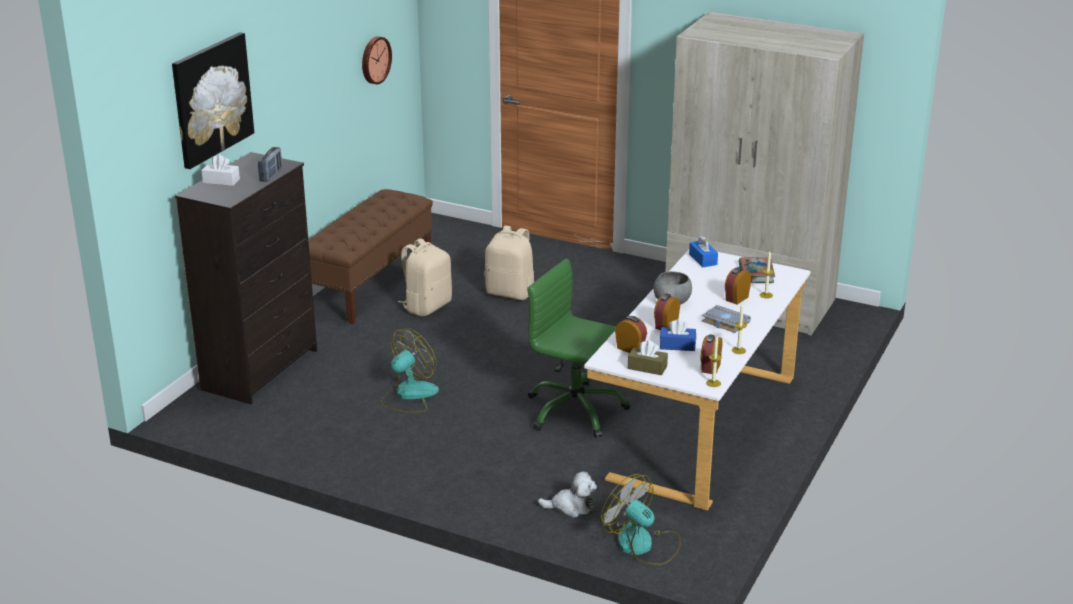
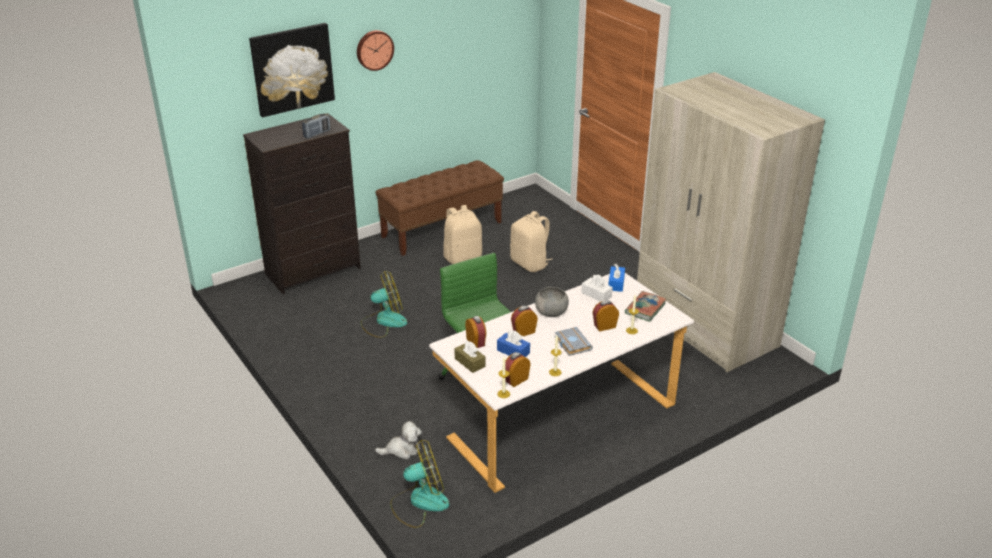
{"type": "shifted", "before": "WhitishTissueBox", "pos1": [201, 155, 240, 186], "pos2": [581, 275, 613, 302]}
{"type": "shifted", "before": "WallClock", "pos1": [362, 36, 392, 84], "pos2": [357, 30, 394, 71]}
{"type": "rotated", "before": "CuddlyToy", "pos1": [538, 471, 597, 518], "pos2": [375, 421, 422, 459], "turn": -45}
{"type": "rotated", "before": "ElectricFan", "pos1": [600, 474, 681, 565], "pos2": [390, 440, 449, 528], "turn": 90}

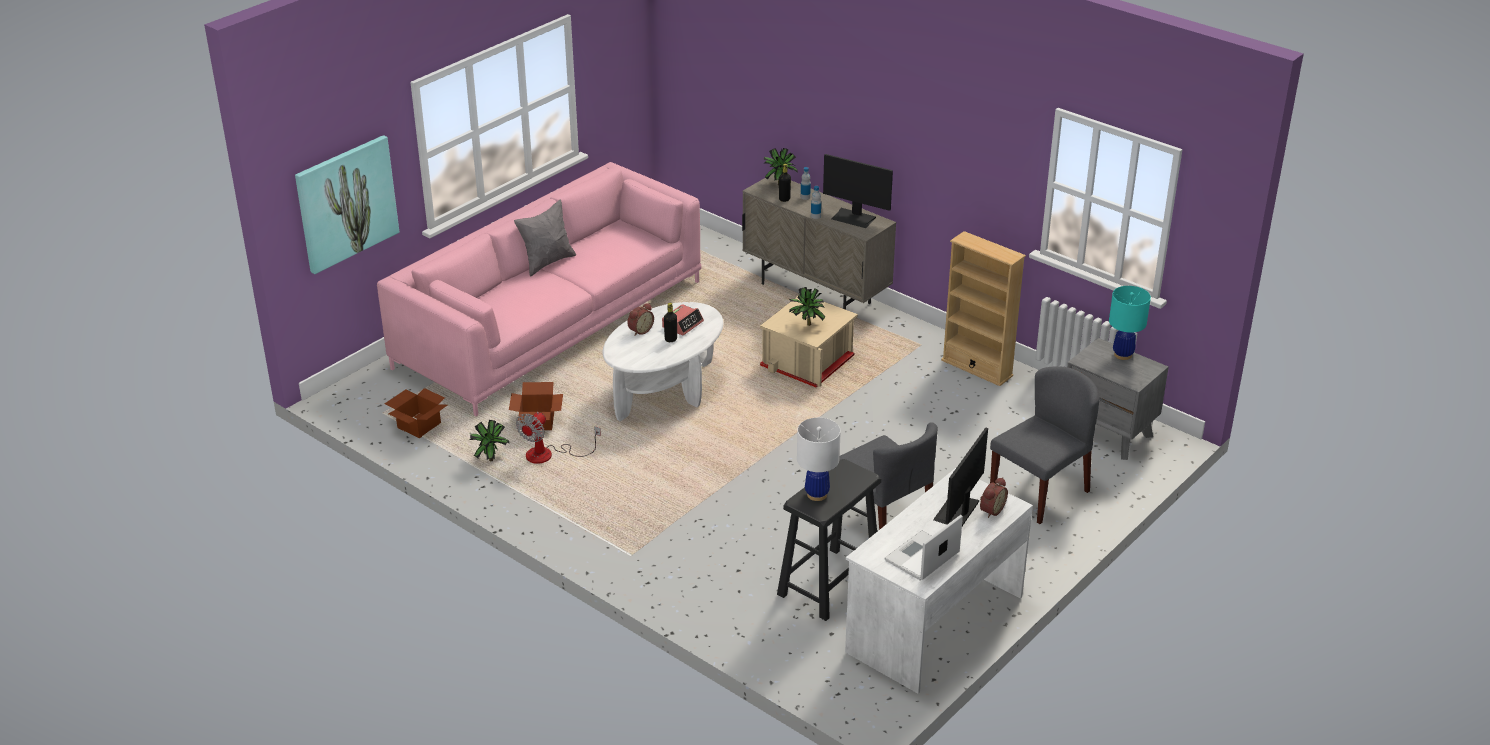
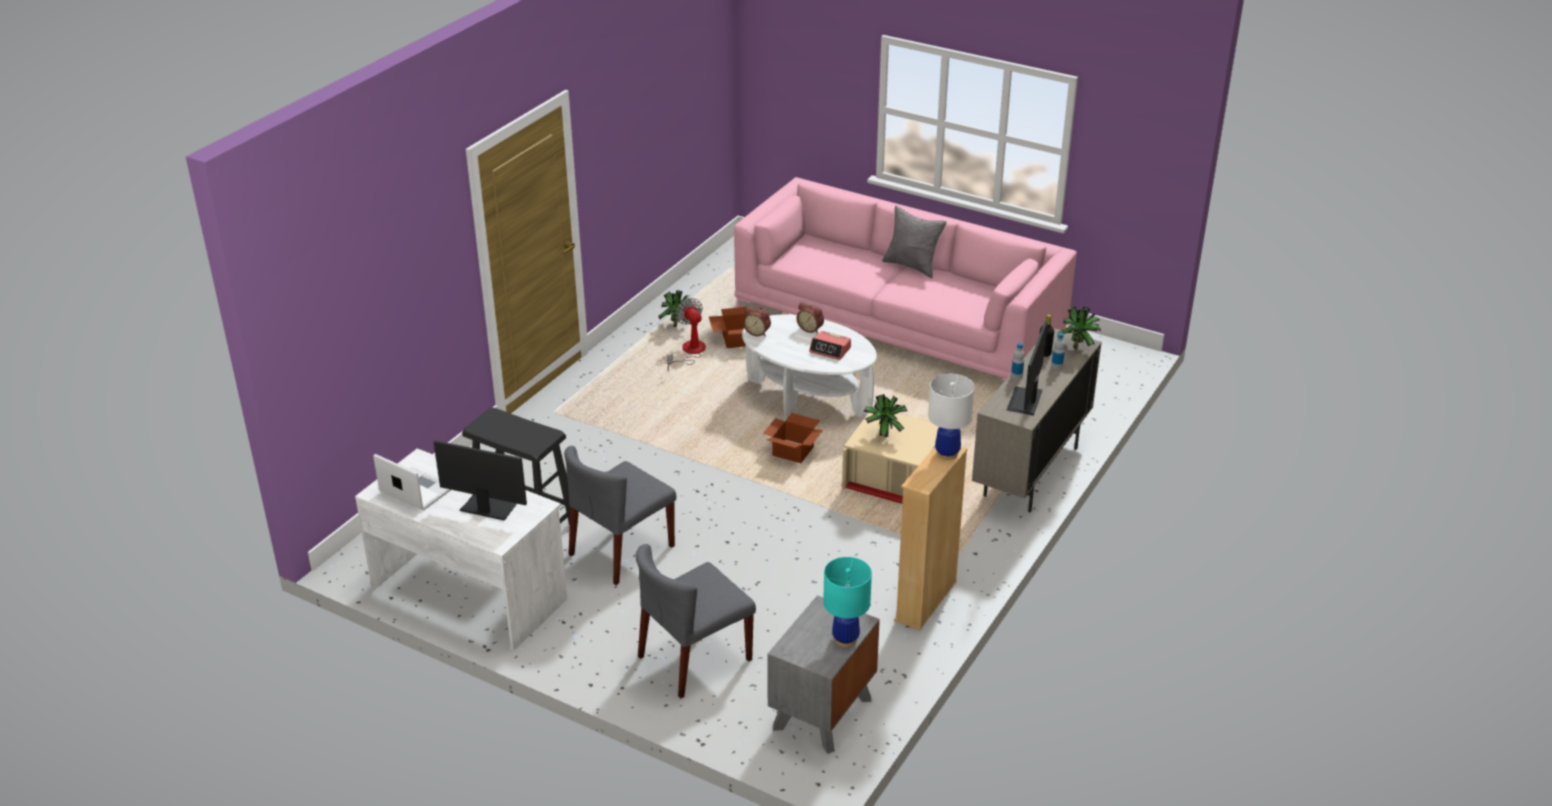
{"type": "gone", "before": "Picture", "pos1": [295, 135, 399, 274]}
{"type": "shifted", "before": "Carton", "pos1": [385, 388, 448, 438], "pos2": [763, 413, 823, 463]}
{"type": "rotated", "before": "ElectricFan", "pos1": [516, 412, 601, 464], "pos2": [667, 298, 706, 371], "turn": 45}
{"type": "gone", "before": "BlackishBottle", "pos1": [664, 303, 677, 342]}
{"type": "shifted", "before": "WhitishTabletopLamp", "pos1": [797, 417, 841, 501], "pos2": [928, 374, 975, 460]}
{"type": "shifted", "before": "TableClock", "pos1": [980, 477, 1008, 518], "pos2": [743, 307, 771, 337]}
{"type": "rotated", "before": "GreyishUprightChair", "pos1": [990, 367, 1099, 524], "pos2": [636, 544, 756, 699], "turn": 105}

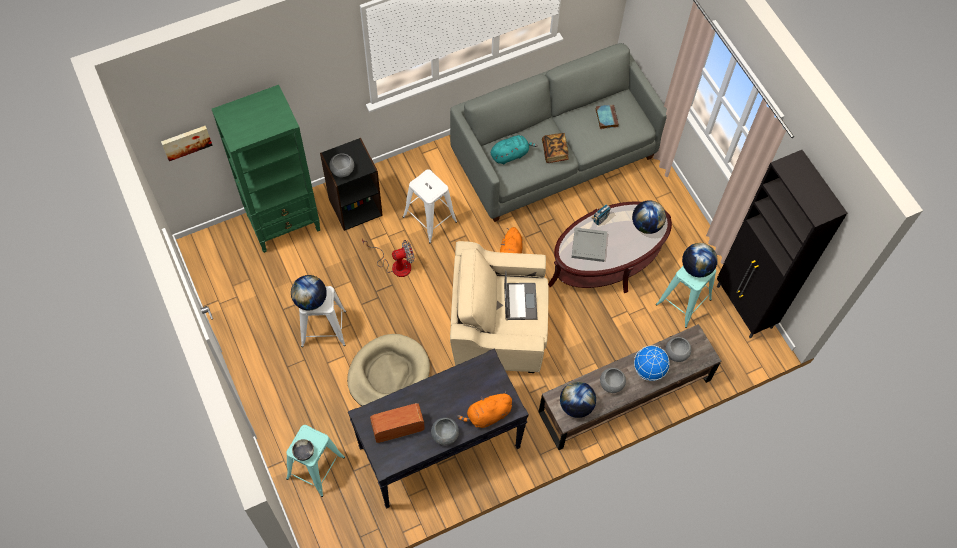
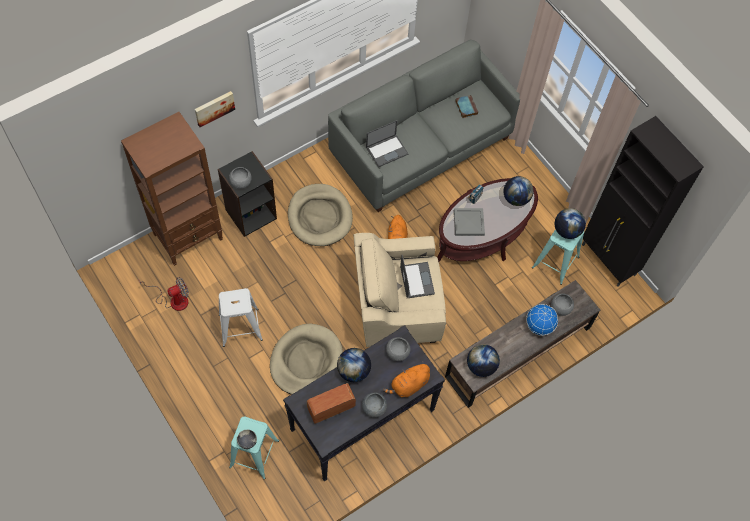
{"type": "shifted", "before": "Picture", "pos1": [161, 126, 213, 161], "pos2": [195, 91, 235, 127]}
{"type": "repainted", "before": "GreenColouredBookshelf", "after": "BrownishBookshelf", "pos1": [212, 85, 320, 253], "pos2": [121, 112, 223, 266]}
{"type": "shifted", "before": "Globe", "pos1": [291, 275, 327, 311], "pos2": [337, 348, 371, 382]}
{"type": "shifted", "before": "ElectricFan", "pos1": [362, 239, 414, 277], "pos2": [138, 277, 189, 311]}
{"type": "swapped", "before": "WhitishSittingStool", "after": "BeigeDogCushion", "pos1": [403, 169, 457, 243], "pos2": [288, 184, 353, 246]}
{"type": "swapped", "before": "BlueGreenCuddlyToy", "after": "Laptop", "pos1": [491, 135, 538, 164], "pos2": [366, 120, 408, 167]}
{"type": "gone", "before": "Volume", "pos1": [542, 133, 568, 163]}
{"type": "shifted", "before": "GreyishServingBowl", "pos1": [600, 368, 626, 393], "pos2": [386, 337, 410, 361]}

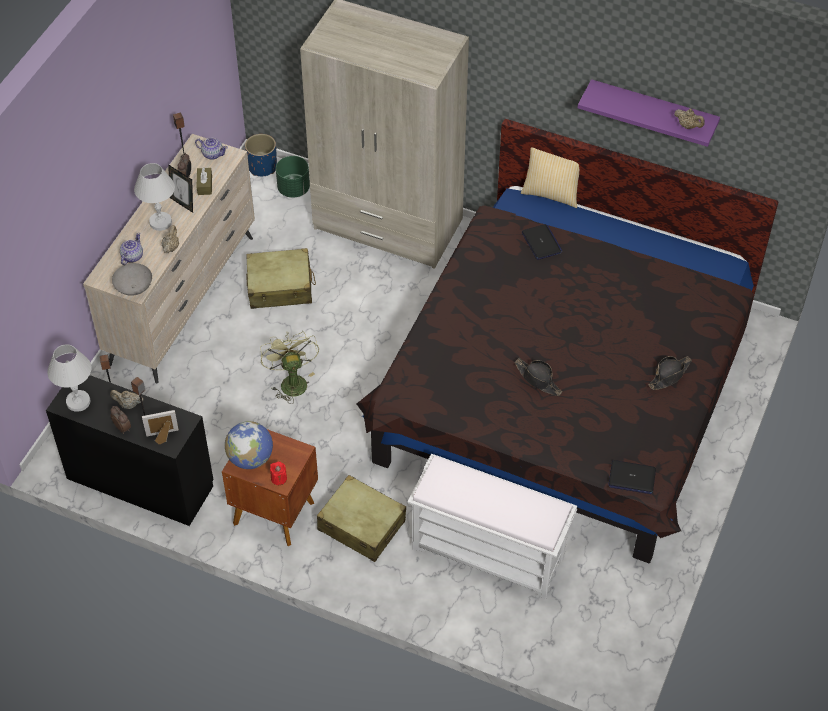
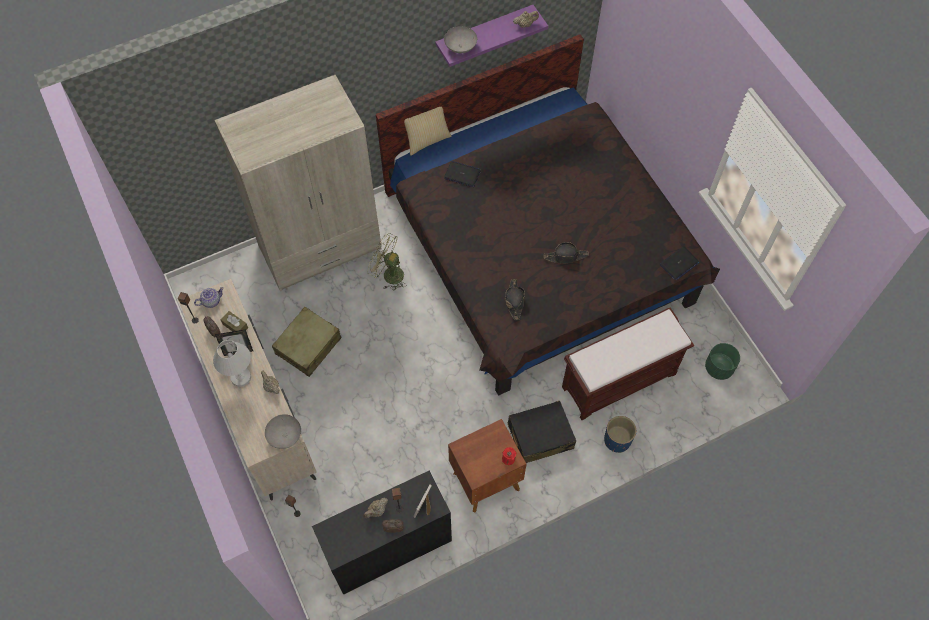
{"type": "gone", "before": "WhitishTabletopLamp", "pos1": [48, 344, 92, 412]}
{"type": "gone", "before": "TeaPot", "pos1": [120, 233, 143, 265]}
{"type": "gone", "before": "Globe", "pos1": [225, 421, 273, 469]}
{"type": "shifted", "before": "BlueColouredFlowerPot", "pos1": [245, 134, 277, 176], "pos2": [604, 416, 636, 453]}
{"type": "shifted", "before": "GreenColouredElectricFan", "pos1": [260, 331, 319, 404], "pos2": [368, 233, 406, 291]}
{"type": "shifted", "before": "GreenColouredFlowerPot", "pos1": [276, 156, 310, 198], "pos2": [705, 343, 740, 380]}
{"type": "repainted", "before": "BeigeSuitcase", "after": "BlackishSuitcase", "pos1": [317, 475, 406, 562], "pos2": [508, 401, 576, 463]}
{"type": "repainted", "before": "WhitishLongSeat", "after": "BrownishLongSeat", "pos1": [408, 454, 577, 599], "pos2": [562, 307, 694, 420]}
{"type": "shifted", "before": "BlackishClothingHat", "pos1": [649, 356, 692, 390], "pos2": [505, 279, 525, 320]}
{"type": "new", "after": "GreyishServingBowl", "pos2": [444, 26, 477, 53]}

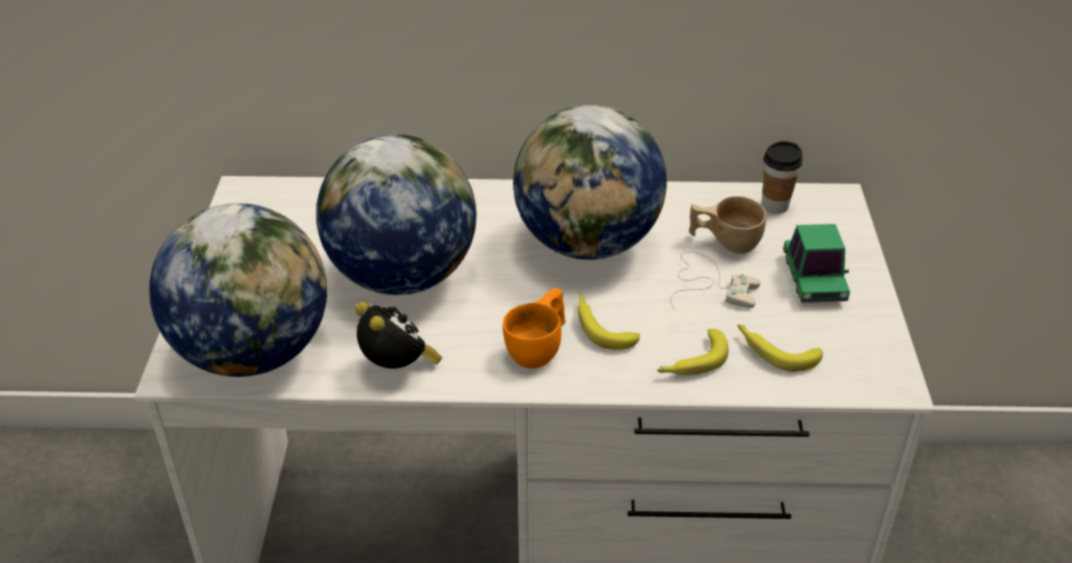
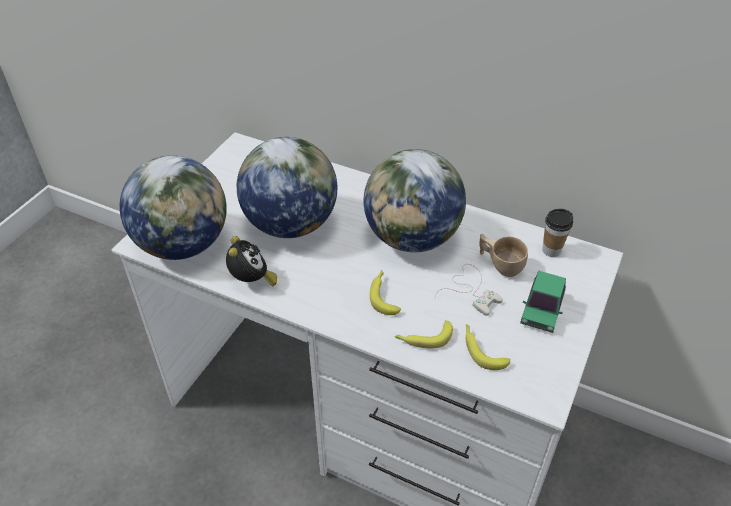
{"type": "gone", "before": "OrangeyDrinkingCup", "pos1": [503, 288, 565, 369]}

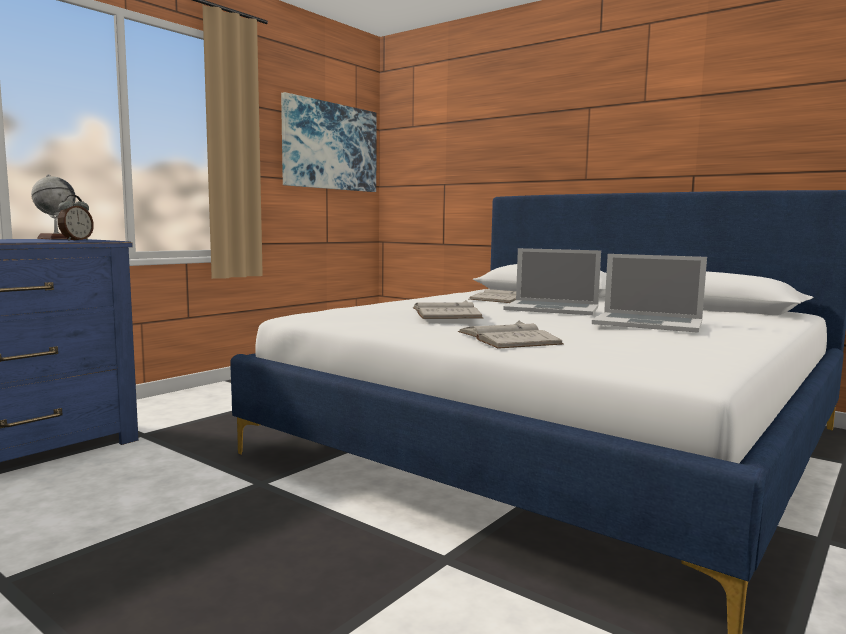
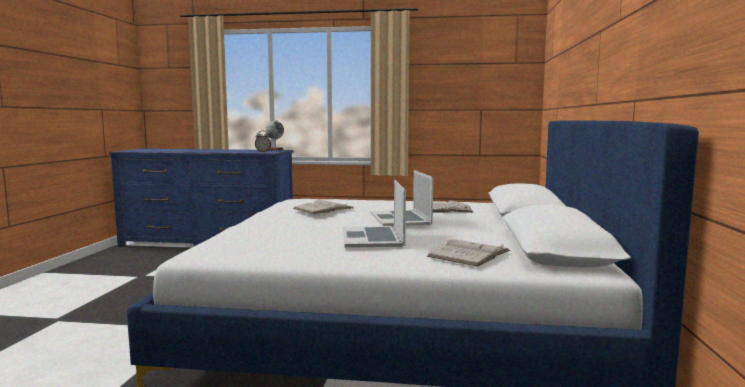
{"type": "gone", "before": "Picture", "pos1": [281, 92, 377, 192]}
{"type": "shifted", "before": "WhitishVolume", "pos1": [458, 321, 564, 349], "pos2": [427, 239, 510, 267]}

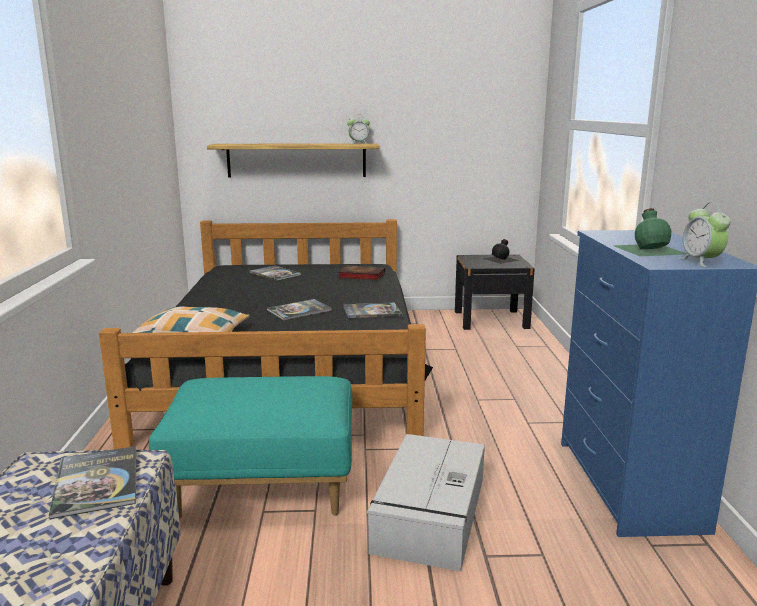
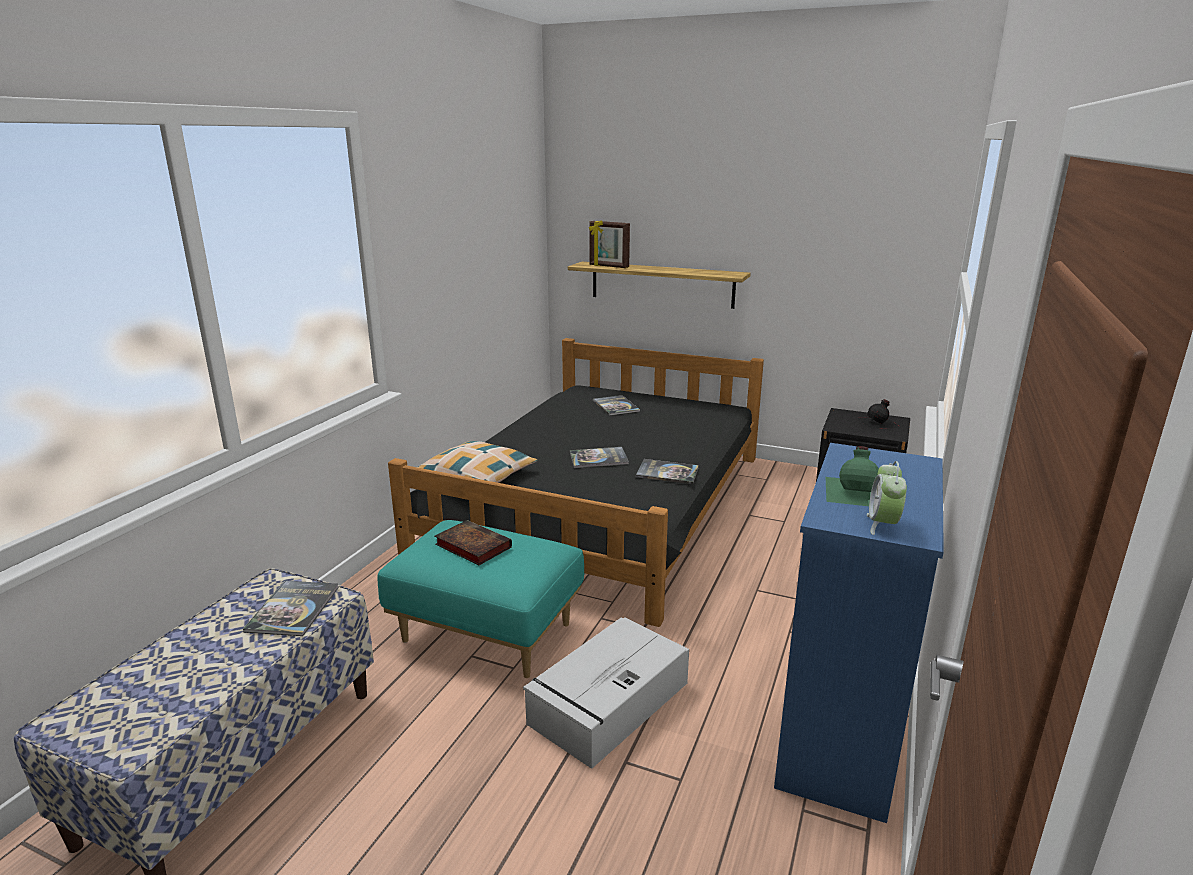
{"type": "shifted", "before": "Volume", "pos1": [337, 266, 385, 280], "pos2": [434, 520, 512, 565]}
{"type": "gone", "before": "TableClock", "pos1": [347, 115, 370, 144]}
{"type": "new", "after": "PictureFrame", "pos2": [589, 220, 630, 268]}

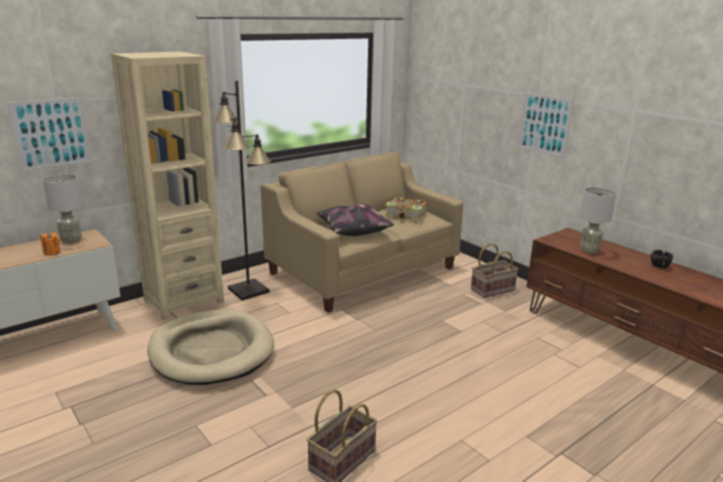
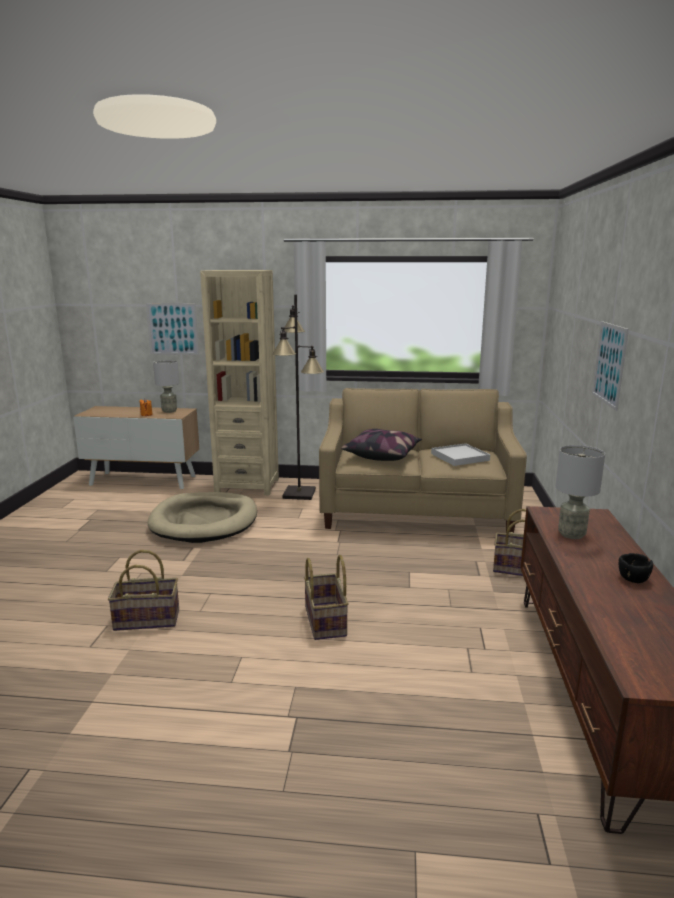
{"type": "swapped", "before": "Volume", "after": "WhitishCarryingTray", "pos1": [385, 197, 427, 221], "pos2": [431, 443, 490, 466]}
{"type": "new", "after": "HouseholdBasket", "pos2": [304, 555, 349, 640]}

